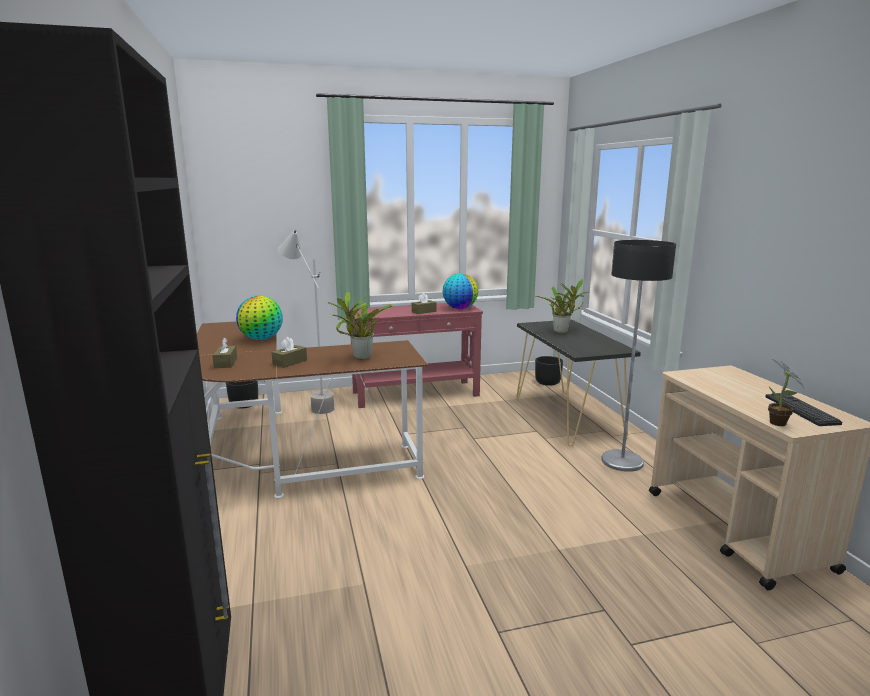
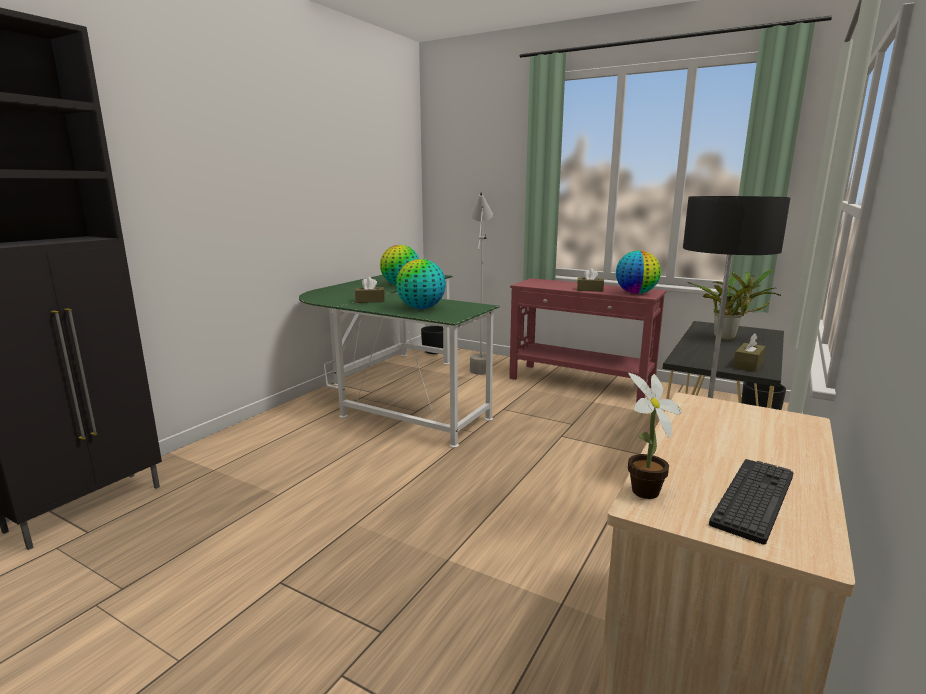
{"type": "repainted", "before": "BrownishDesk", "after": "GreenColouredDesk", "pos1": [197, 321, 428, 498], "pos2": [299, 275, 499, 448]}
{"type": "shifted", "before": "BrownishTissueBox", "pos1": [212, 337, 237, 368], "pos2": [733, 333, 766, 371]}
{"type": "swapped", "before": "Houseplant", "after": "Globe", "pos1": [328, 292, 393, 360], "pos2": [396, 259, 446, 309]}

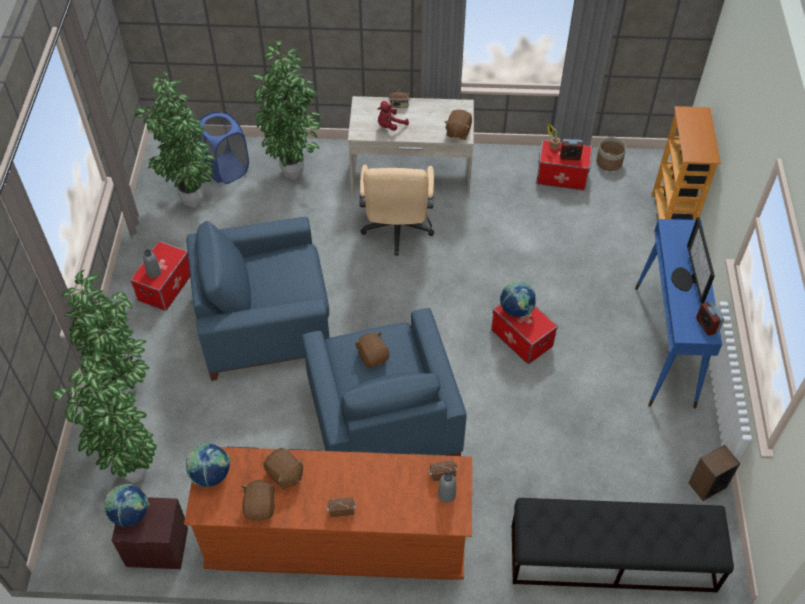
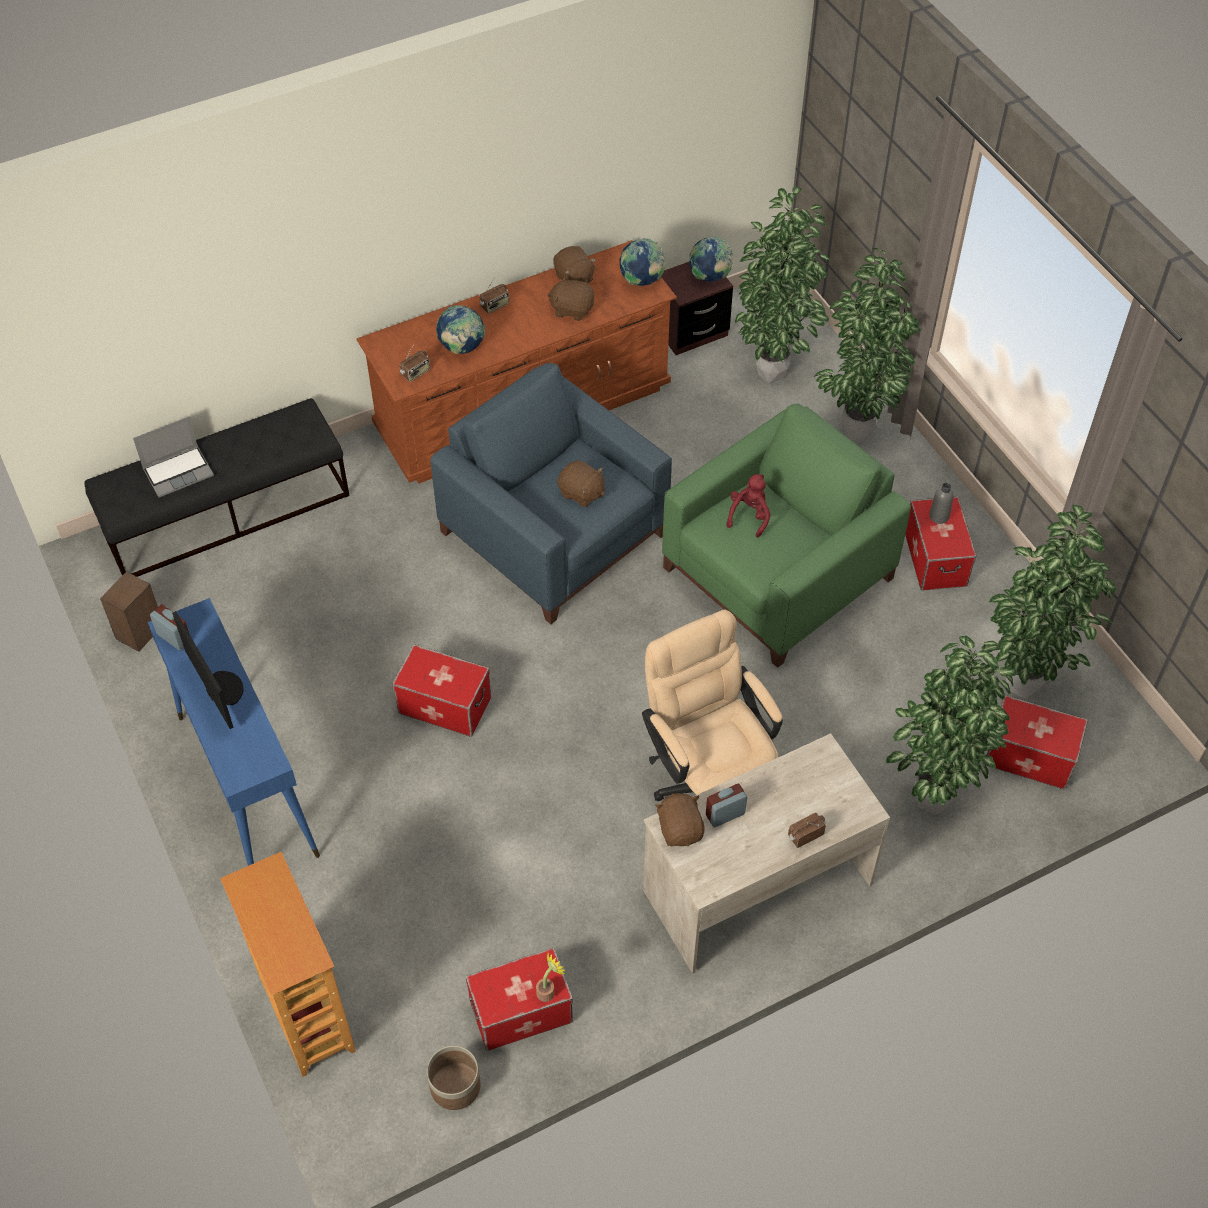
{"type": "repainted", "before": "BlueColouredEasyChair", "after": "GreenColouredEasyChair", "pos1": [186, 217, 330, 381], "pos2": [662, 404, 911, 668]}
{"type": "swapped", "before": "BlueColouredLaundryBasket", "after": "StorageContainer", "pos1": [195, 112, 249, 184], "pos2": [984, 695, 1088, 789]}
{"type": "shifted", "before": "RedColouredCuddlyToy", "pos1": [378, 101, 409, 131], "pos2": [726, 474, 770, 538]}
{"type": "gone", "before": "GreyishBottle", "pos1": [438, 472, 456, 503]}
{"type": "shifted", "before": "Globe", "pos1": [499, 281, 535, 317], "pos2": [436, 305, 486, 354]}
{"type": "shifted", "before": "TableClock", "pos1": [560, 139, 583, 160], "pos2": [706, 784, 747, 827]}
{"type": "new", "after": "Laptop", "pos2": [133, 417, 214, 498]}

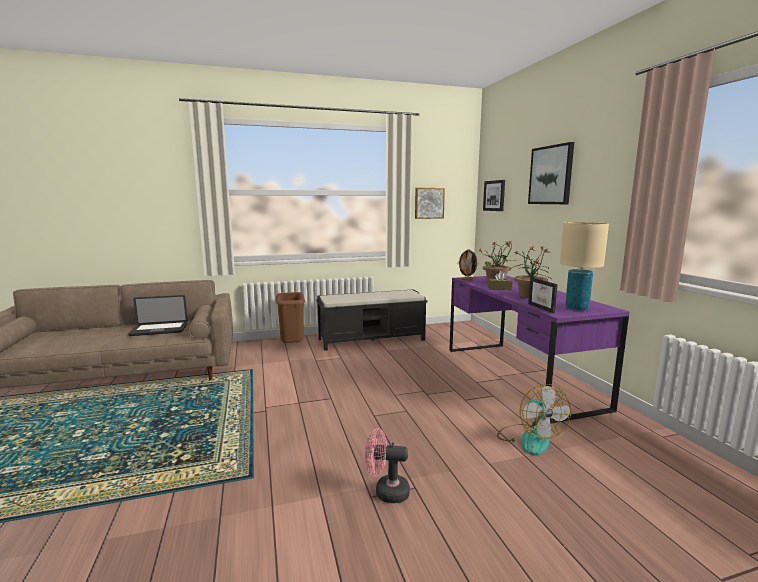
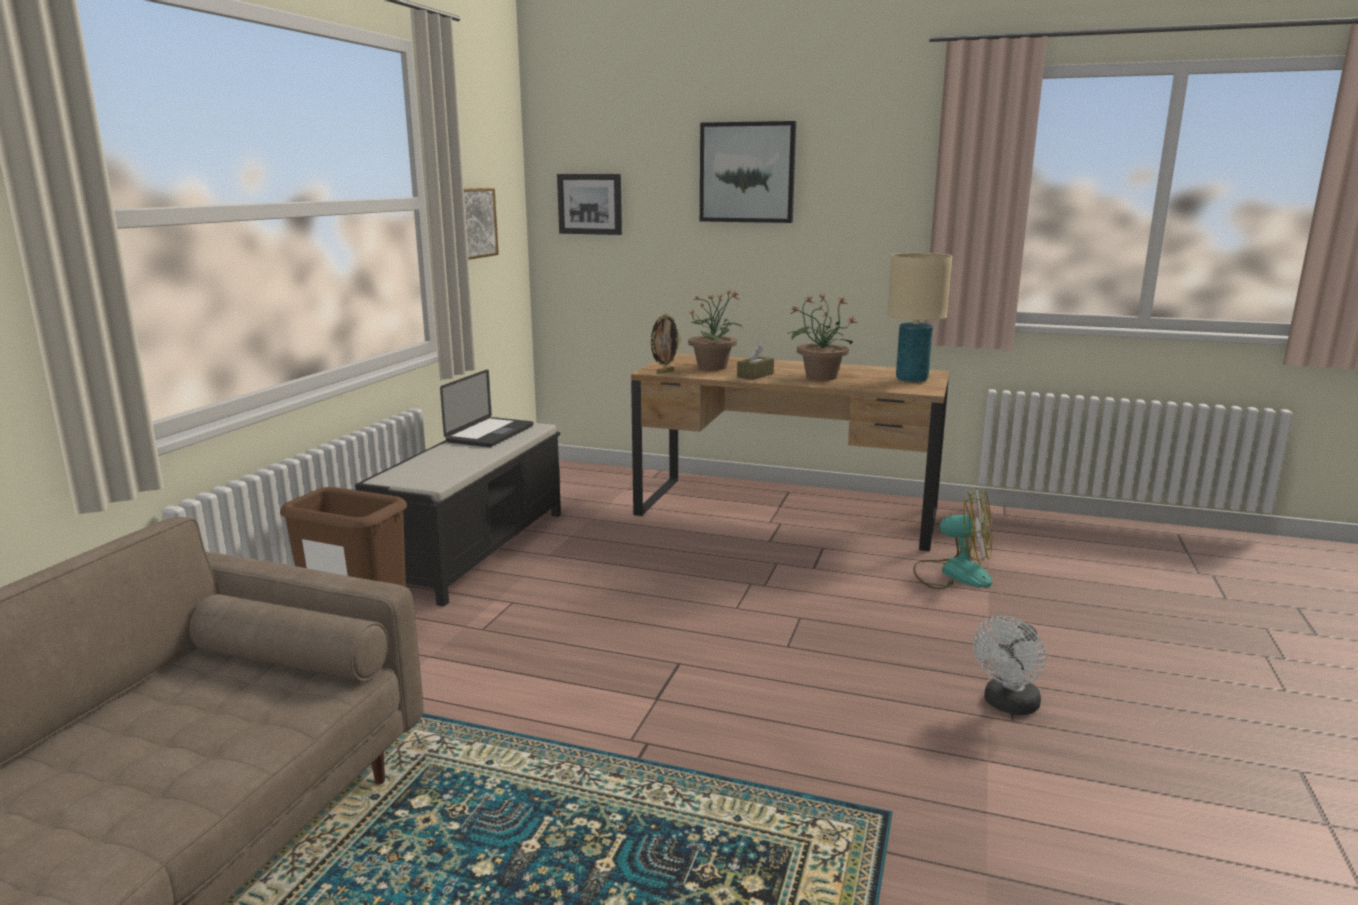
{"type": "shifted", "before": "Laptop", "pos1": [129, 295, 188, 336], "pos2": [440, 369, 533, 447]}
{"type": "repainted", "before": "PinkColouredElectricFan", "after": "WhitishElectricFan", "pos1": [365, 428, 410, 503], "pos2": [973, 616, 1046, 715]}
{"type": "repainted", "before": "PurplishDesk", "after": "BrownishDesk", "pos1": [449, 275, 630, 424], "pos2": [631, 353, 949, 551]}
{"type": "gone", "before": "PictureFrame", "pos1": [528, 277, 558, 313]}

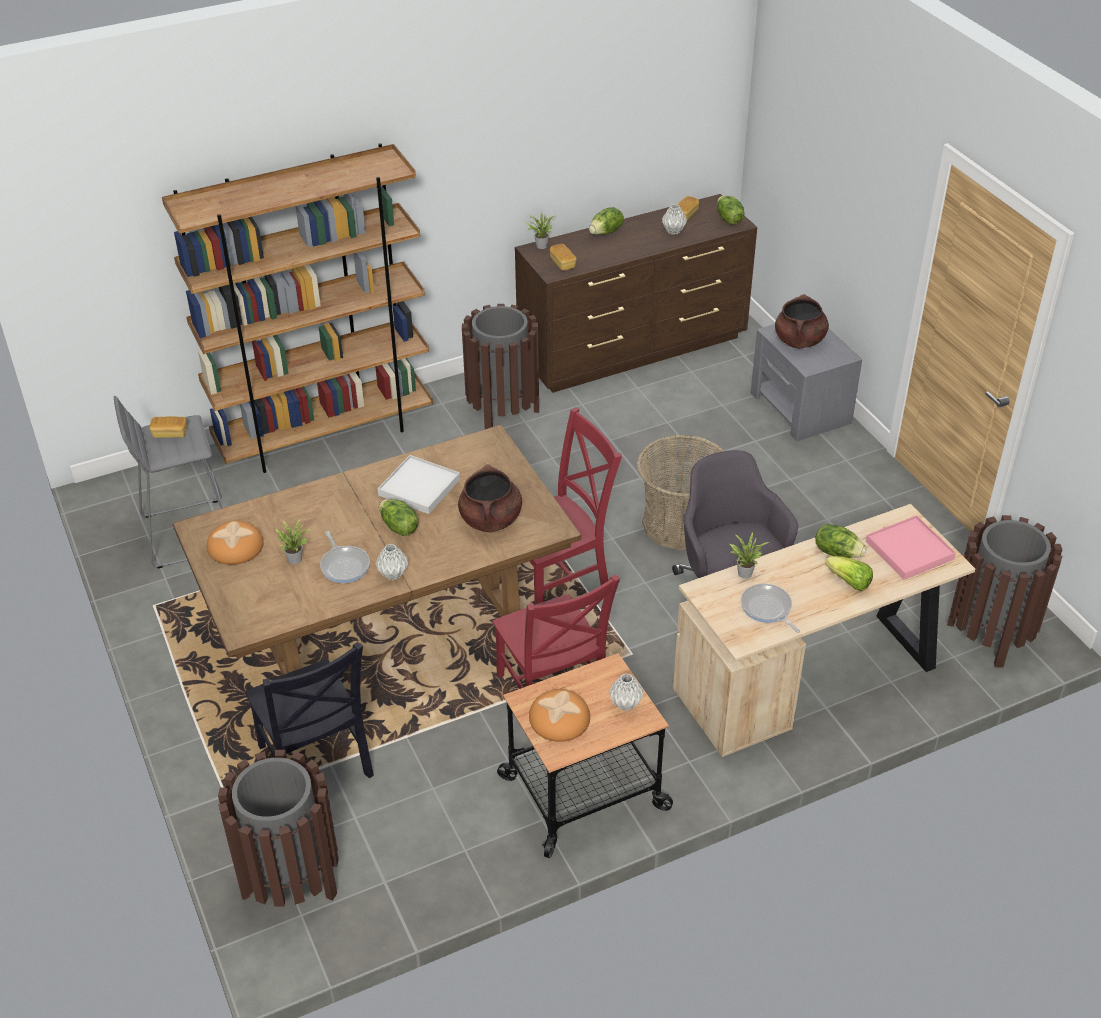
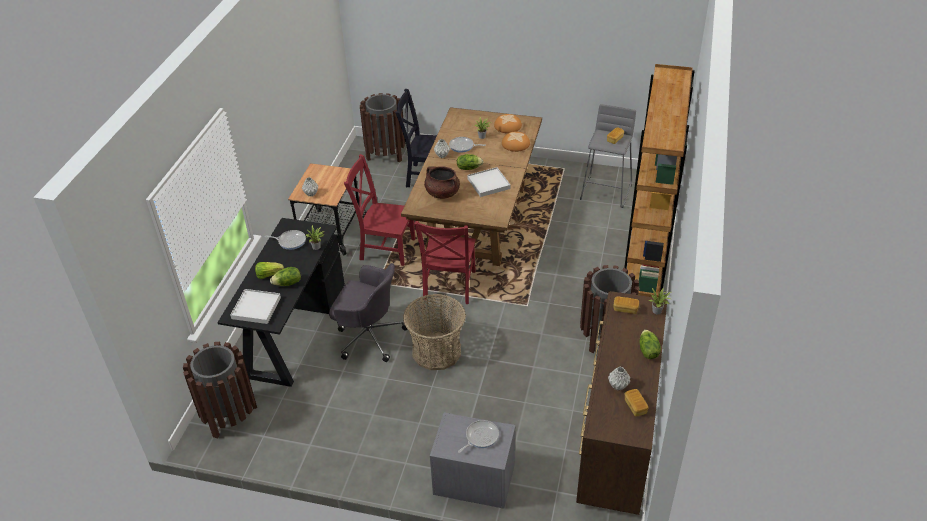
{"type": "shifted", "before": "Bread", "pos1": [529, 689, 590, 742], "pos2": [502, 132, 530, 152]}
{"type": "repainted", "before": "BeigeDesk", "after": "BlackishDesk", "pos1": [673, 504, 975, 757], "pos2": [217, 218, 345, 387]}
{"type": "gone", "before": "HeadOfLettuce", "pos1": [717, 196, 744, 225]}
{"type": "swapped", "before": "BrownishStockpot", "after": "Skillet", "pos1": [775, 294, 829, 348], "pos2": [458, 420, 499, 453]}
{"type": "repainted", "before": "PinkColouredCarryingTray", "after": "WhitishCarryingTray", "pos1": [866, 515, 956, 580], "pos2": [230, 289, 281, 324]}

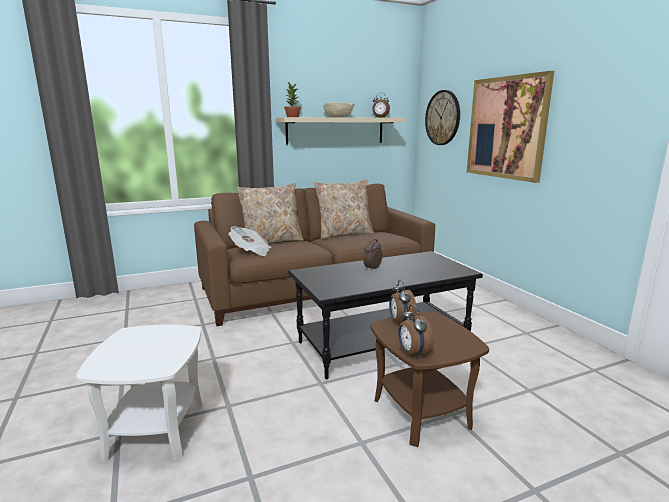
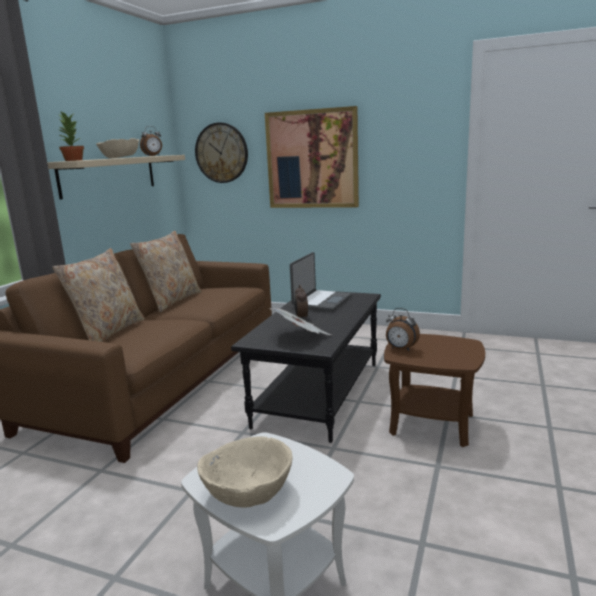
{"type": "shifted", "before": "PrintedPaper", "pos1": [228, 226, 271, 256], "pos2": [269, 308, 331, 335]}
{"type": "gone", "before": "TableClock", "pos1": [398, 305, 434, 359]}
{"type": "new", "after": "BeigeServingBowl", "pos2": [197, 436, 292, 507]}
{"type": "new", "after": "Laptop", "pos2": [290, 252, 352, 312]}

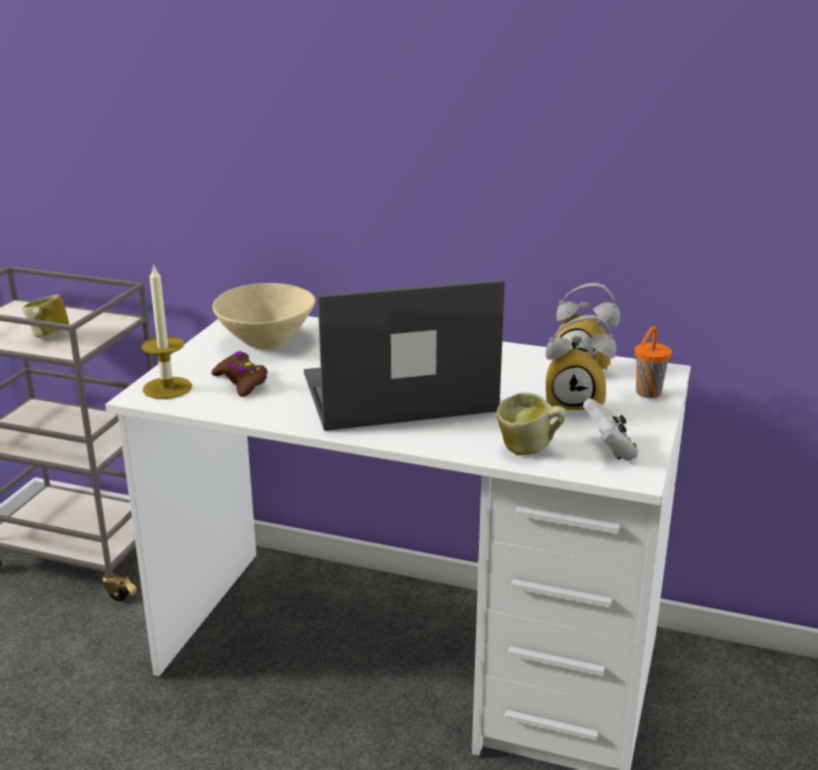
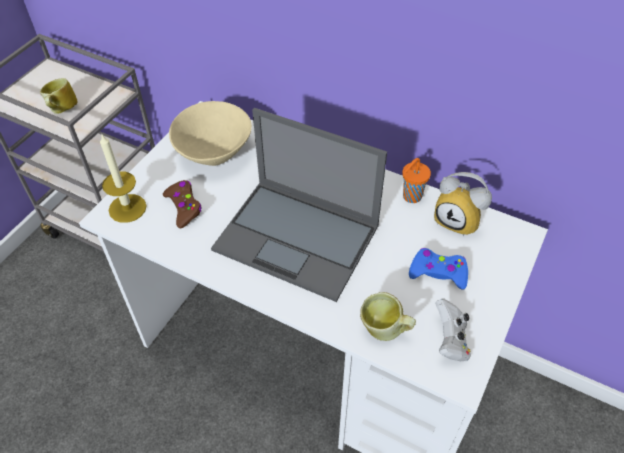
{"type": "rotated", "before": "Laptop", "pos1": [304, 279, 505, 431], "pos2": [211, 108, 387, 302], "turn": -150}
{"type": "swapped", "before": "TableClock", "after": "BlueColouredGameController", "pos1": [546, 315, 616, 410], "pos2": [409, 248, 468, 290]}
{"type": "shifted", "before": "OrangeyDrinkingCup", "pos1": [635, 326, 672, 398], "pos2": [403, 158, 431, 203]}

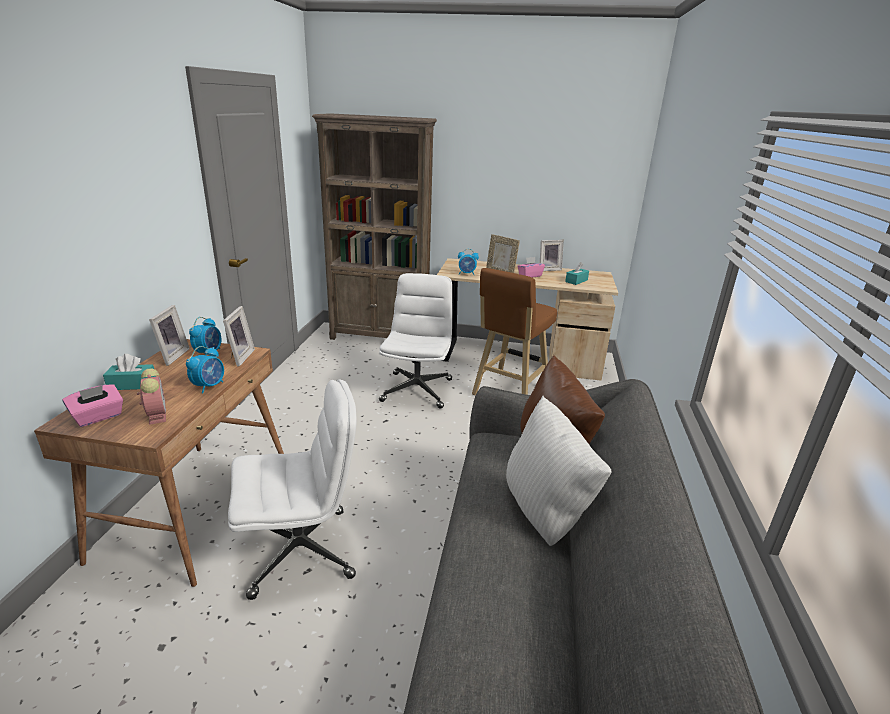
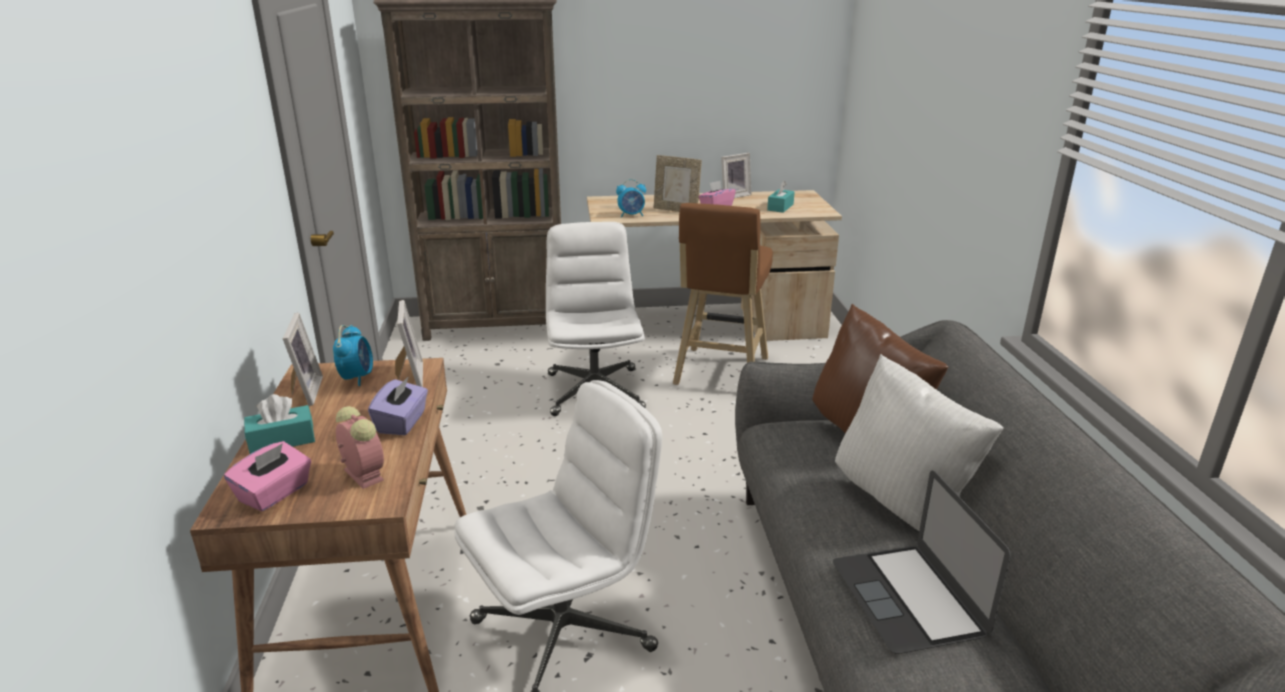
{"type": "swapped", "before": "TableClock", "after": "PurplishTissueBox", "pos1": [186, 346, 224, 393], "pos2": [368, 376, 428, 435]}
{"type": "new", "after": "Laptop", "pos2": [833, 470, 1011, 654]}

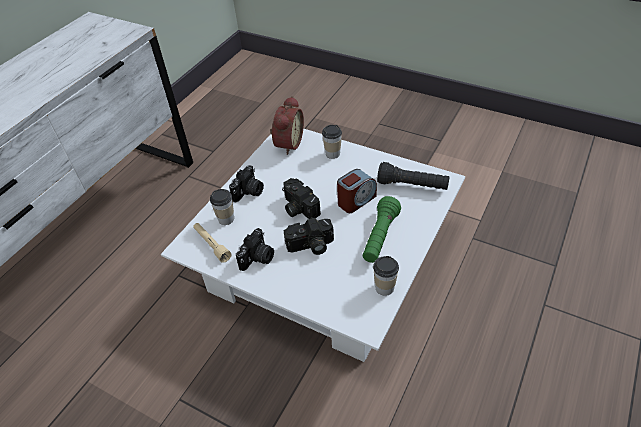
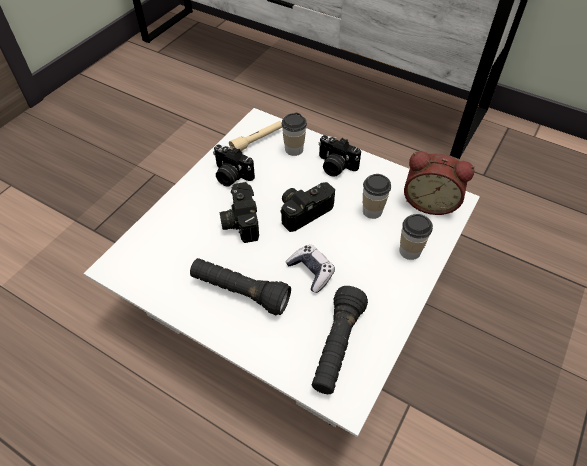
{"type": "swapped", "before": "TableClock", "after": "GameController", "pos1": [337, 169, 377, 213], "pos2": [286, 245, 335, 293]}
{"type": "repainted", "before": "GreenColouredFlashlight", "after": "BlackishFlashlight", "pos1": [362, 196, 401, 263], "pos2": [190, 258, 291, 315]}
{"type": "shifted", "before": "DrinkingCup", "pos1": [373, 256, 399, 296], "pos2": [363, 174, 391, 219]}

